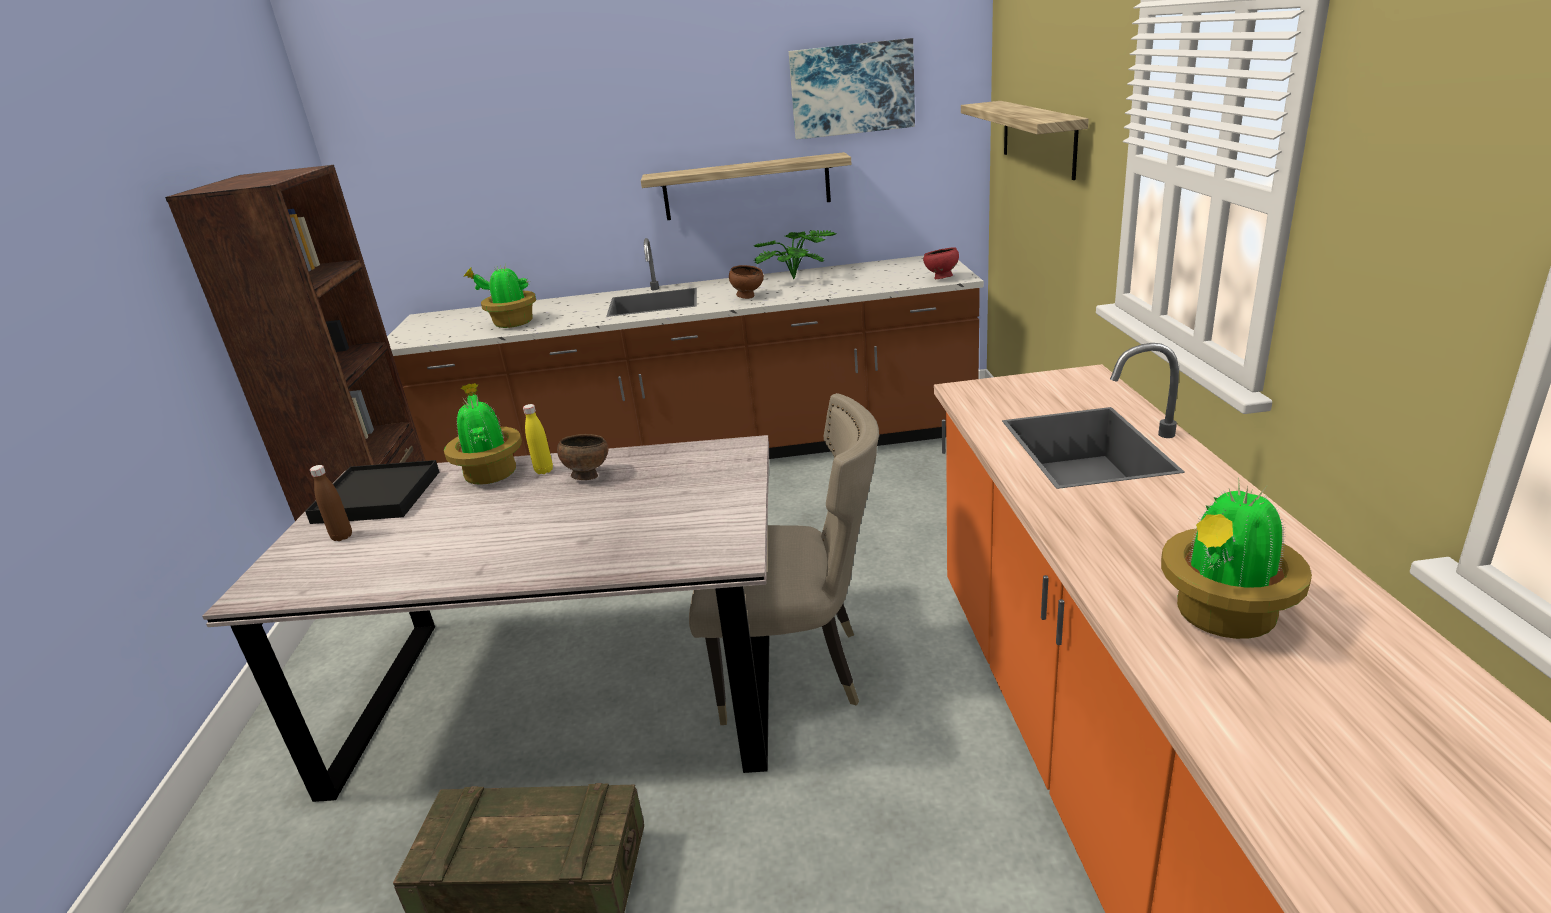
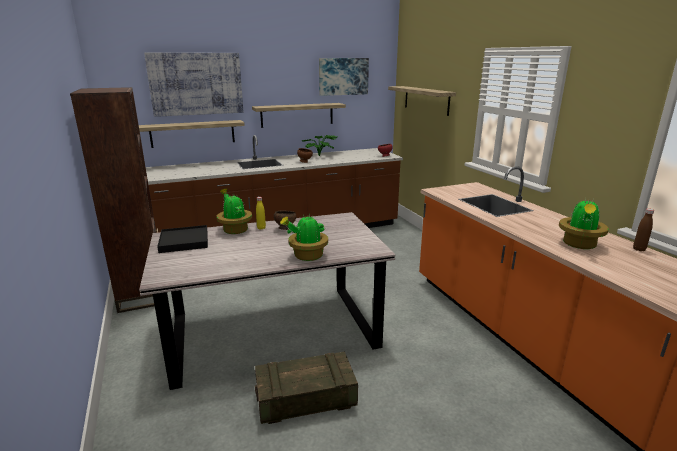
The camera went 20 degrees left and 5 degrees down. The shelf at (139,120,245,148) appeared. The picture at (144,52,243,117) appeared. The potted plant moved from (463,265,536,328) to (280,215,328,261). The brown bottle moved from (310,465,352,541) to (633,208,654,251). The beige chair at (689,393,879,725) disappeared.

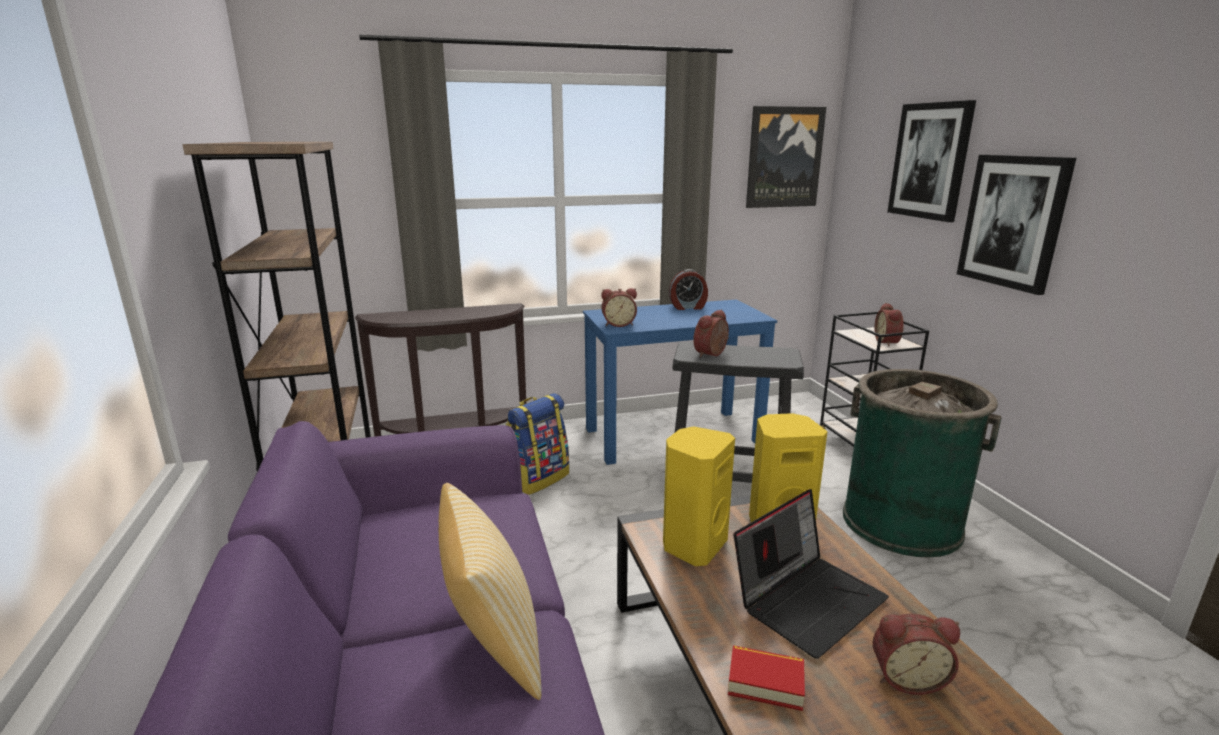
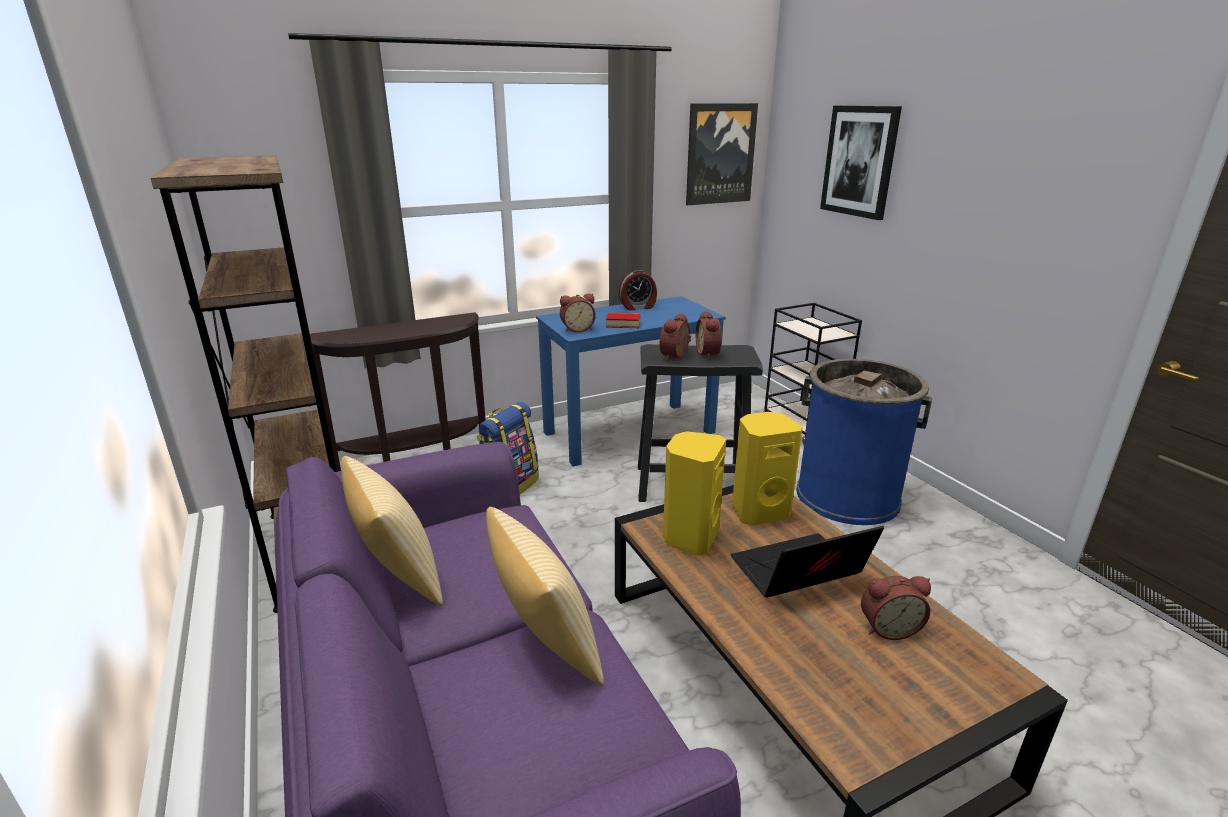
The camera went 10 degrees left and 5 degrees up. The pillow at (341,456,443,606) appeared. The book moved from (728,645,805,711) to (606,313,640,328). The alarm clock moved from (875,303,904,347) to (696,311,721,359). The laptop at (733,489,889,659) turned 150 degrees counterclockwise. The green trash can at (843,369,1002,557) became the blue trash can at (796,359,932,525). The picture at (957,155,1076,295) disappeared.

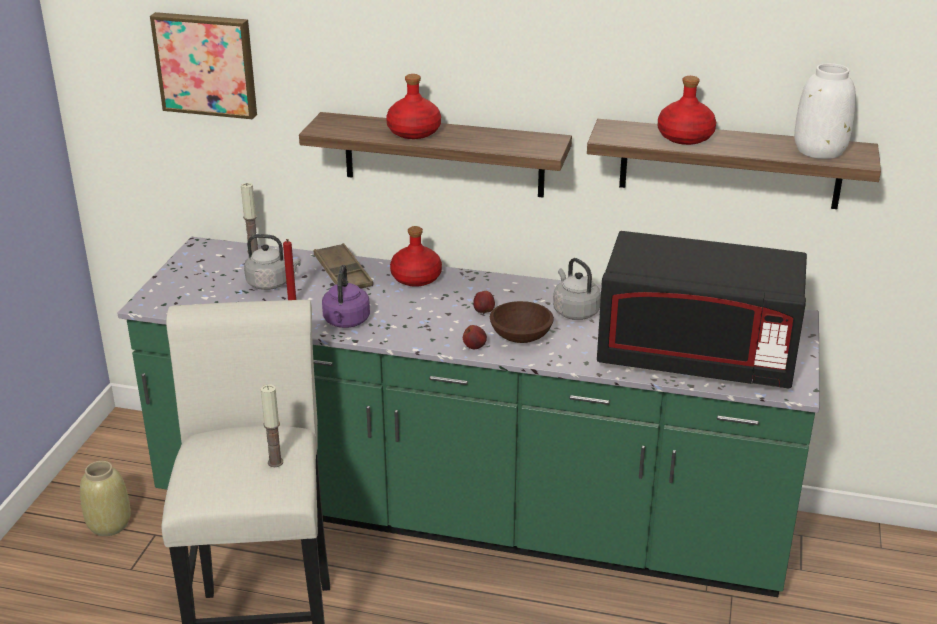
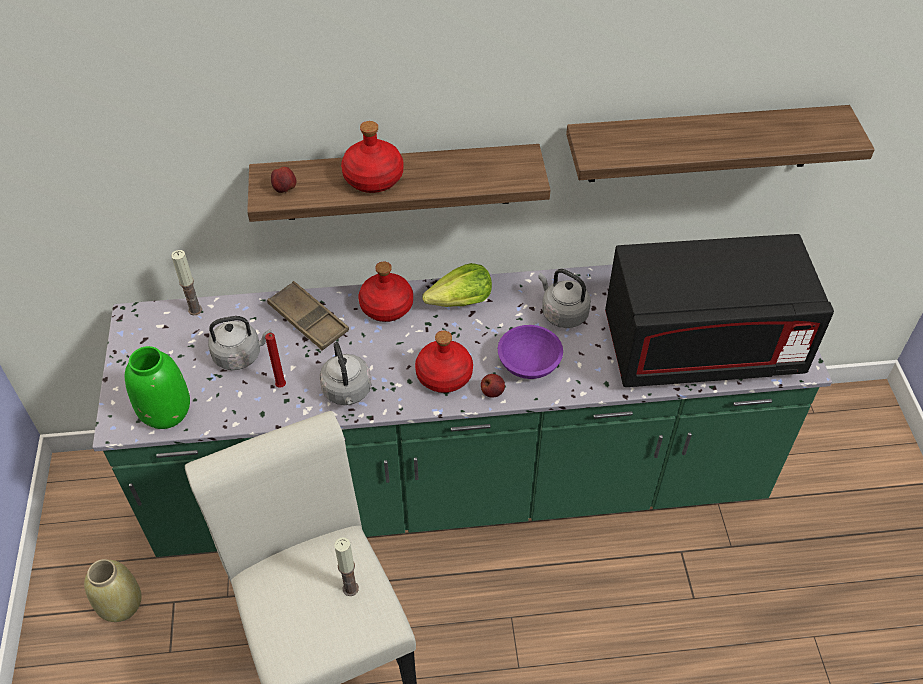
The camera went 20 degrees left and 20 degrees up. The green vase at (125,346,190,429) appeared. The apple moved from (473,291,495,314) to (271,167,296,193). The purple kettle at (322,265,370,328) became the grey kettle at (320,342,372,405). The red bottle moved from (658,76,716,145) to (415,331,473,393). The lettuce at (423,263,492,307) appeared. The brown bowl at (490,301,554,343) became the purple bowl at (498,325,563,379). The picture at (150,12,257,119) disappeared. The white vase at (794,63,856,159) disappeared.

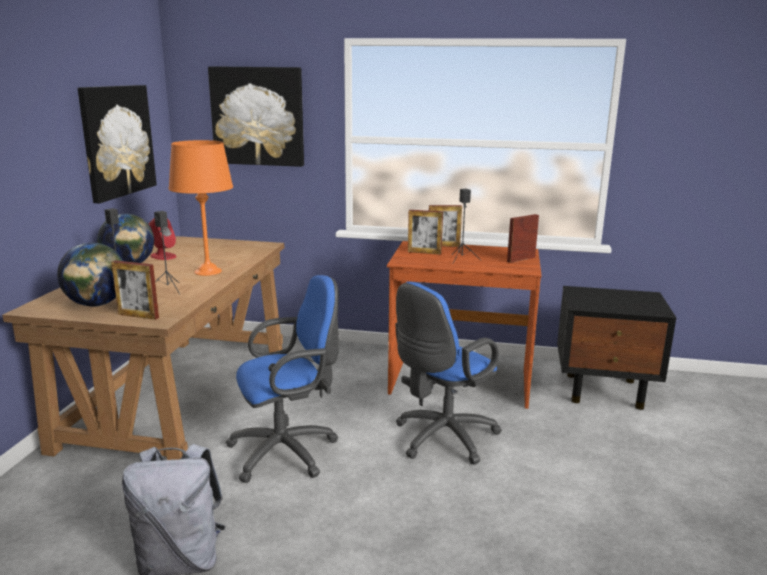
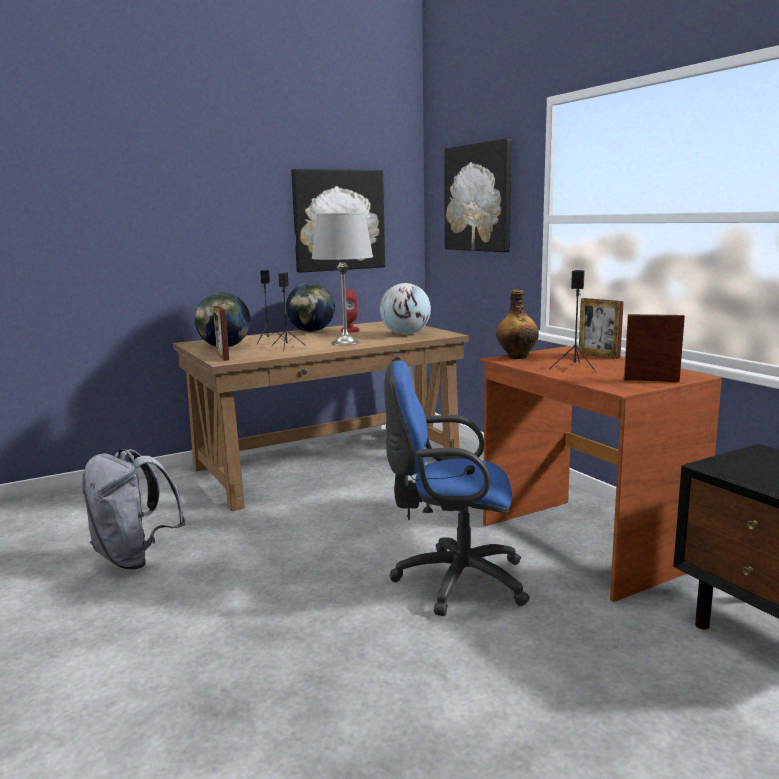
The camera went 50 degrees right and 5 degrees down. The orange table lamp at (168,140,233,276) became the grey table lamp at (312,213,373,345). The globe at (380,283,431,335) appeared. The bottle at (496,290,539,359) appeared. The blue office chair at (225,275,339,483) disappeared. The picture frame at (408,210,443,255) disappeared.

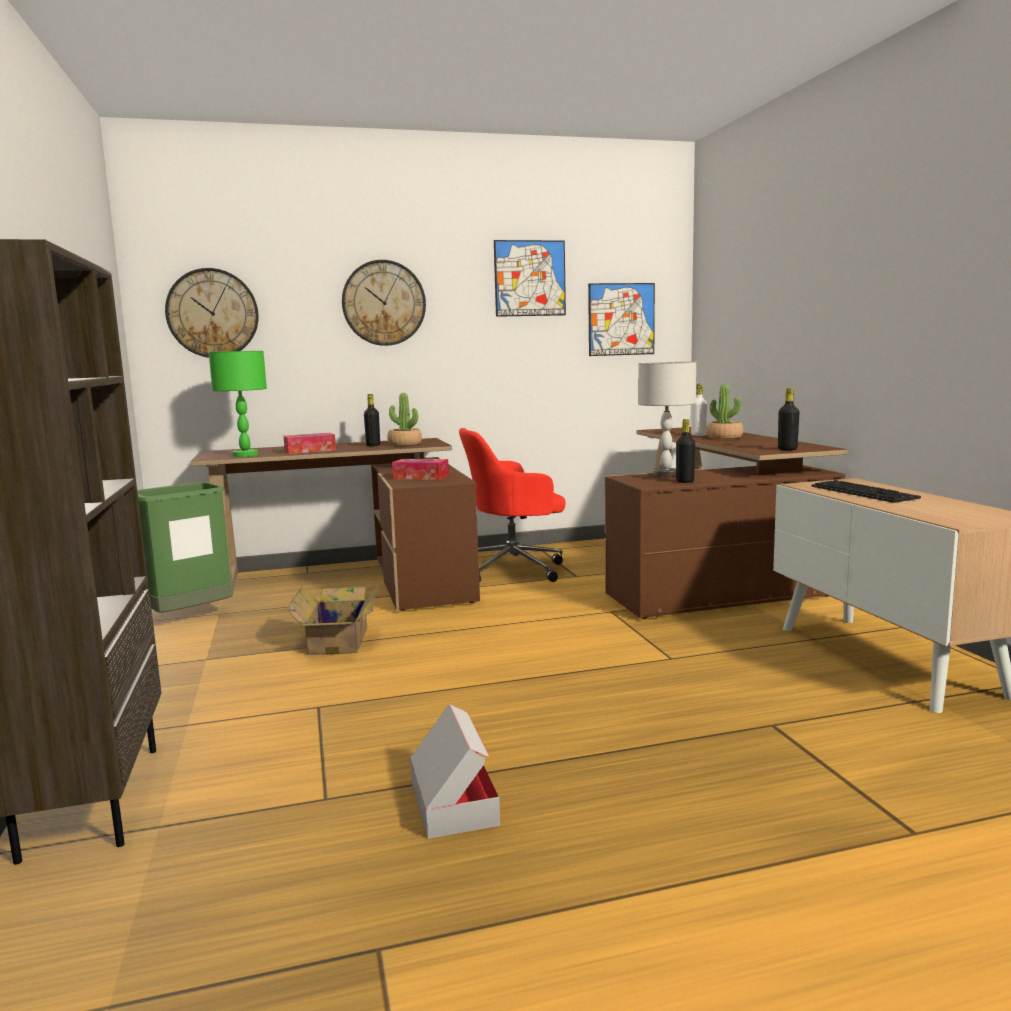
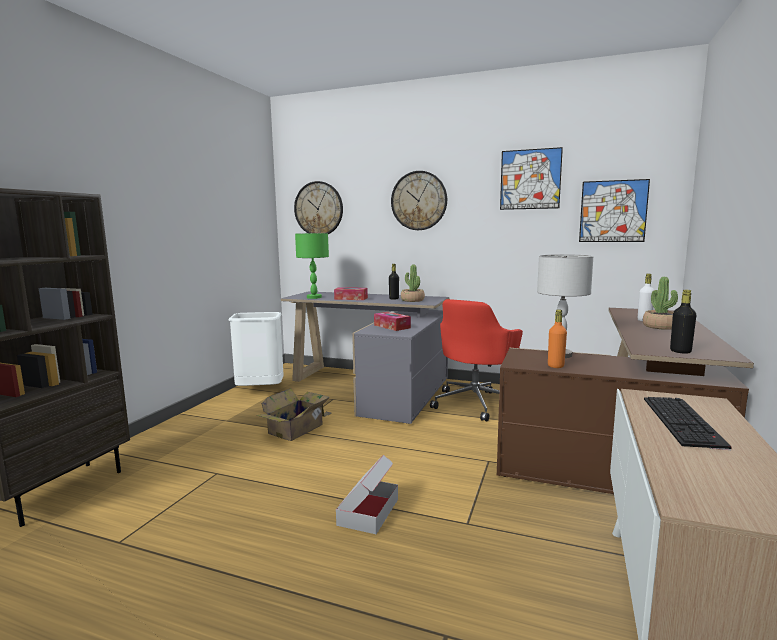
The camera went 35 degrees right and 0 degrees up. The green trash can at (137,482,232,613) became the white trash can at (229,312,284,386). The brown desk at (190,438,480,611) became the grey desk at (281,291,449,424). The cardboard box moved from (410,704,500,839) to (336,455,398,534). The red office chair at (459,428,566,583) turned 75 degrees counterclockwise. The black bottle at (676,419,695,483) became the orange bottle at (548,309,567,368).

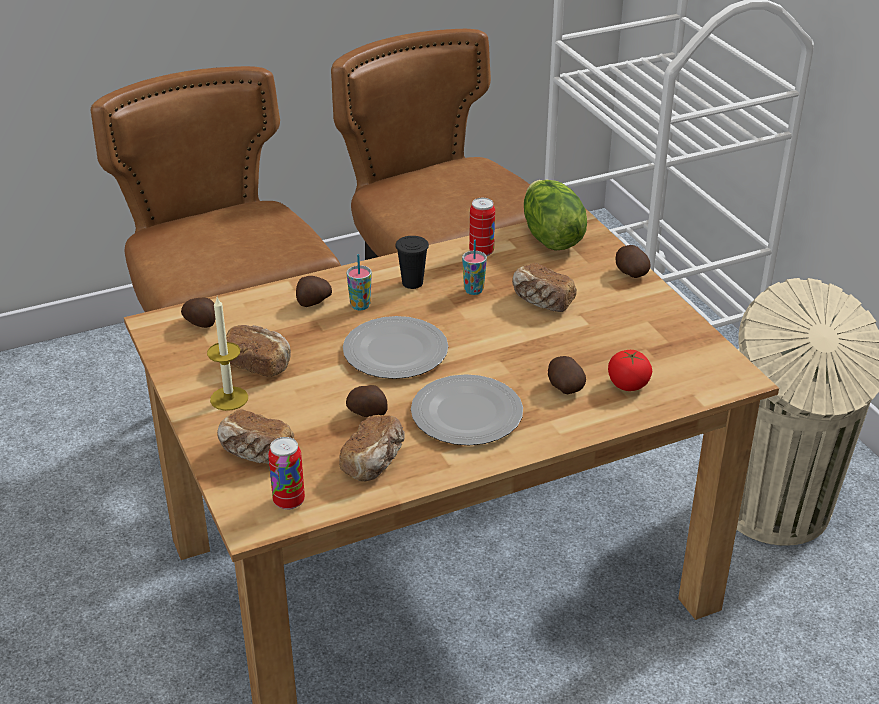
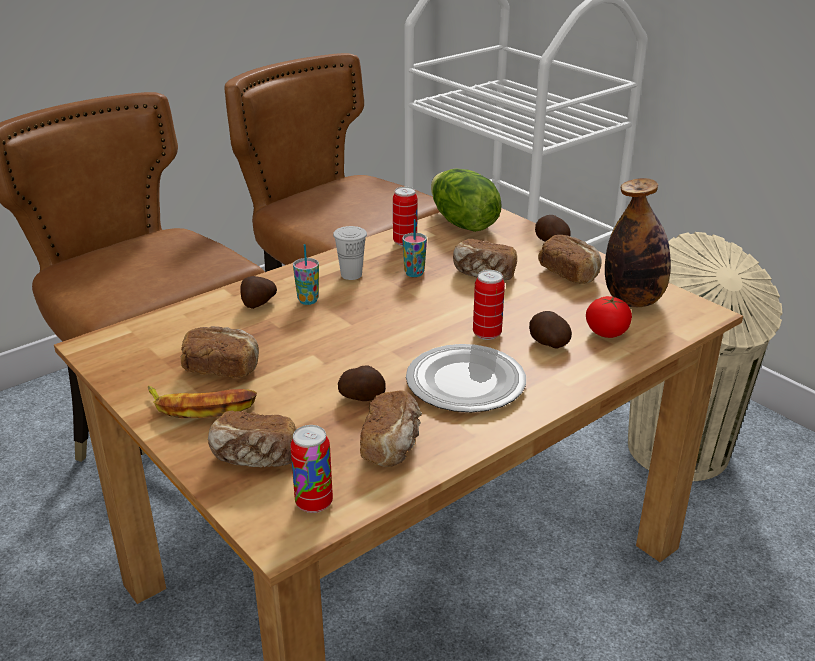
The camera went 15 degrees left and 5 degrees down. The candle at (207,297,248,411) was replaced by the banana at (148,386,257,418). The black cup at (395,236,429,289) became the white cup at (333,226,367,280). The can at (473,270,505,340) appeared. The bread at (538,235,602,284) appeared. The bottle at (605,178,671,307) appeared. The potato at (181,297,215,328) disappeared. The plate at (343,316,448,379) disappeared.

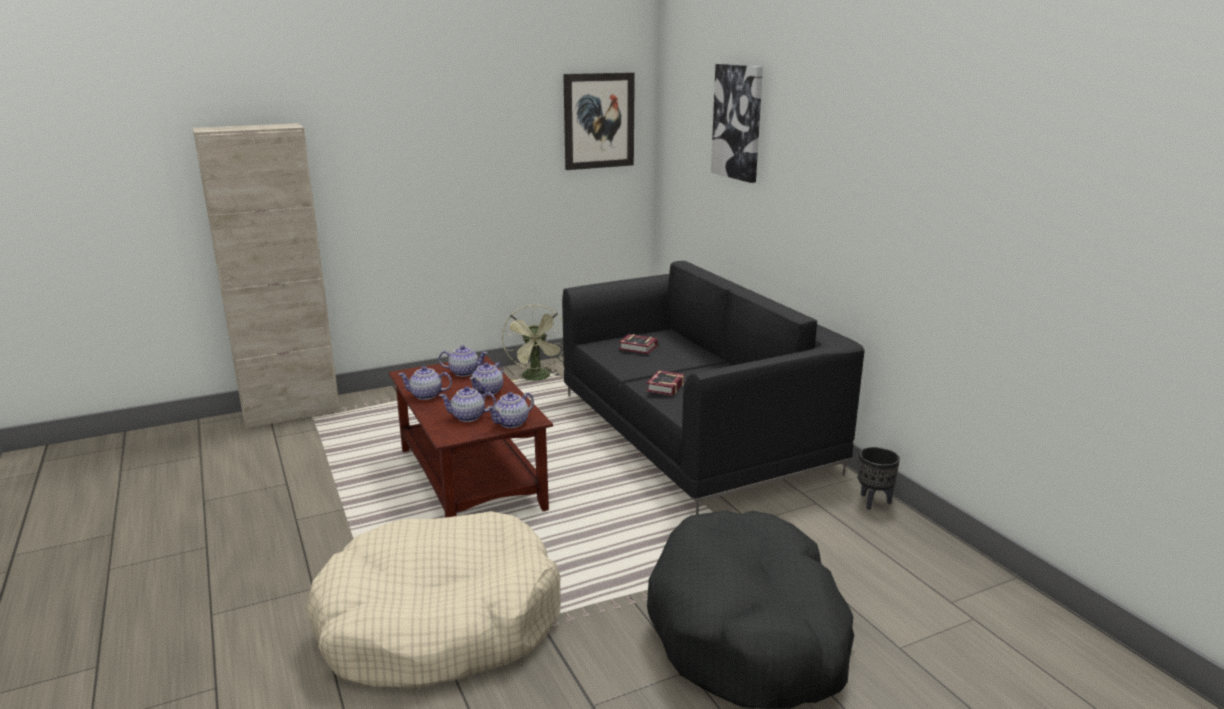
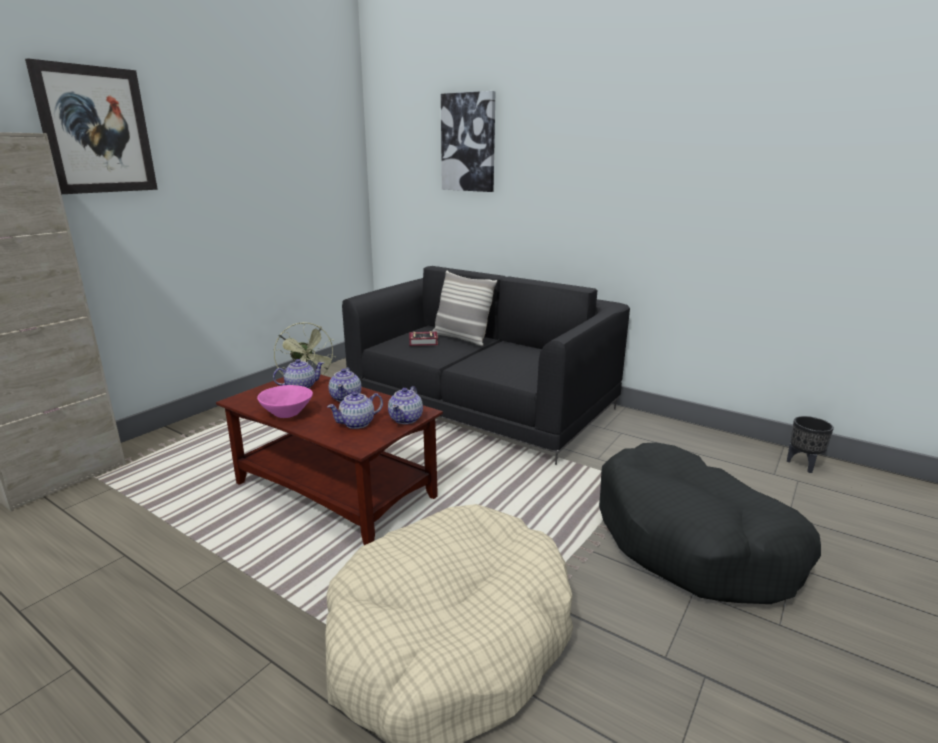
The camera went 30 degrees left and 0 degrees up. The picture moved from (563,72,635,170) to (25,58,158,194). The teapot at (398,366,452,400) was replaced by the pink bowl at (257,385,313,418). The pillow at (432,271,497,346) appeared. The black planter moved from (858,447,900,510) to (787,416,834,473). The book at (646,370,685,396) disappeared.

